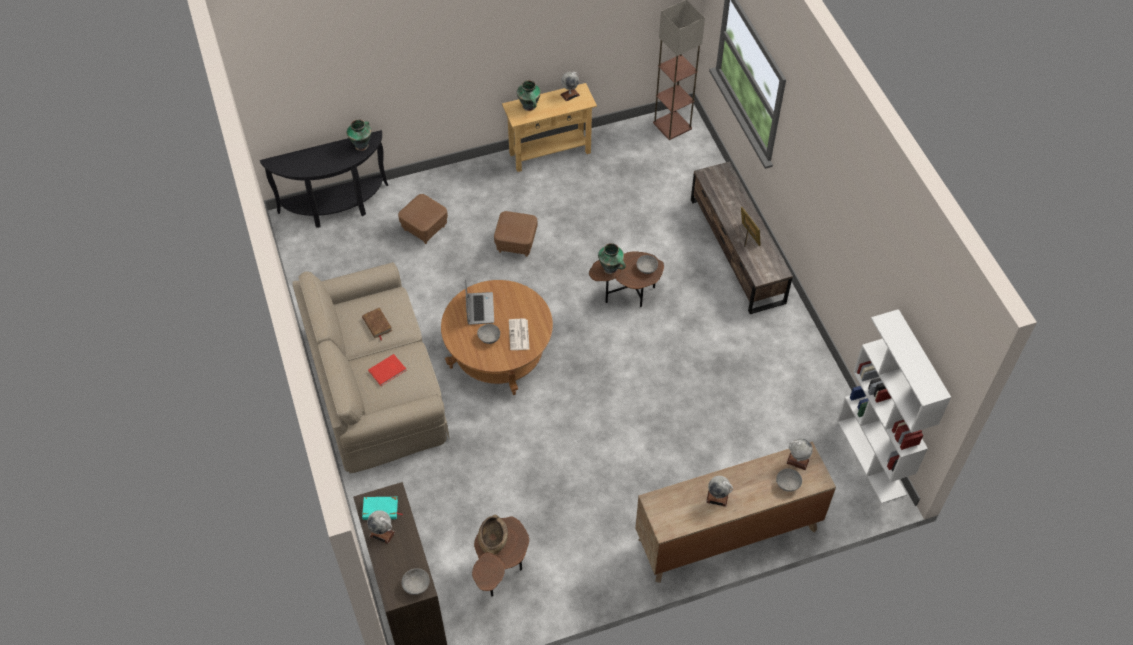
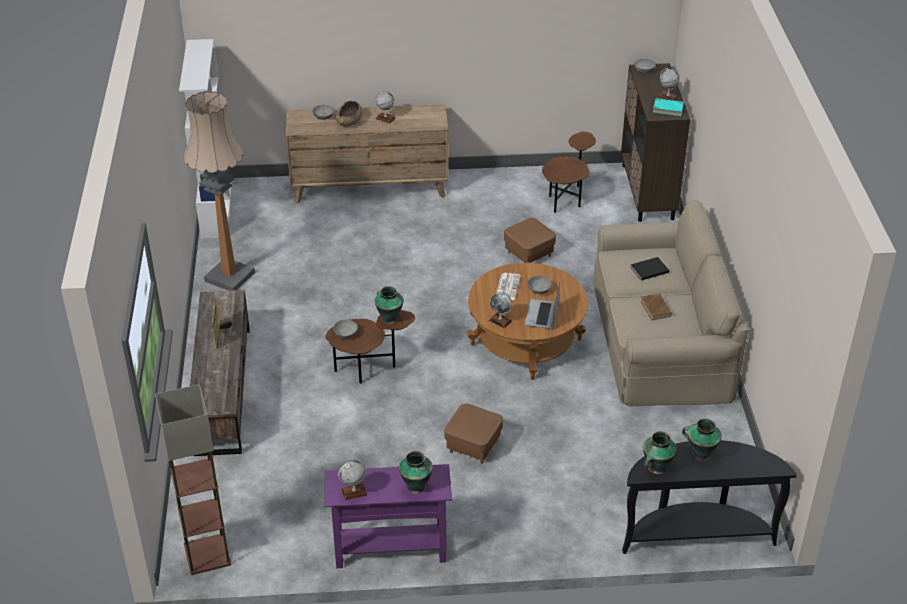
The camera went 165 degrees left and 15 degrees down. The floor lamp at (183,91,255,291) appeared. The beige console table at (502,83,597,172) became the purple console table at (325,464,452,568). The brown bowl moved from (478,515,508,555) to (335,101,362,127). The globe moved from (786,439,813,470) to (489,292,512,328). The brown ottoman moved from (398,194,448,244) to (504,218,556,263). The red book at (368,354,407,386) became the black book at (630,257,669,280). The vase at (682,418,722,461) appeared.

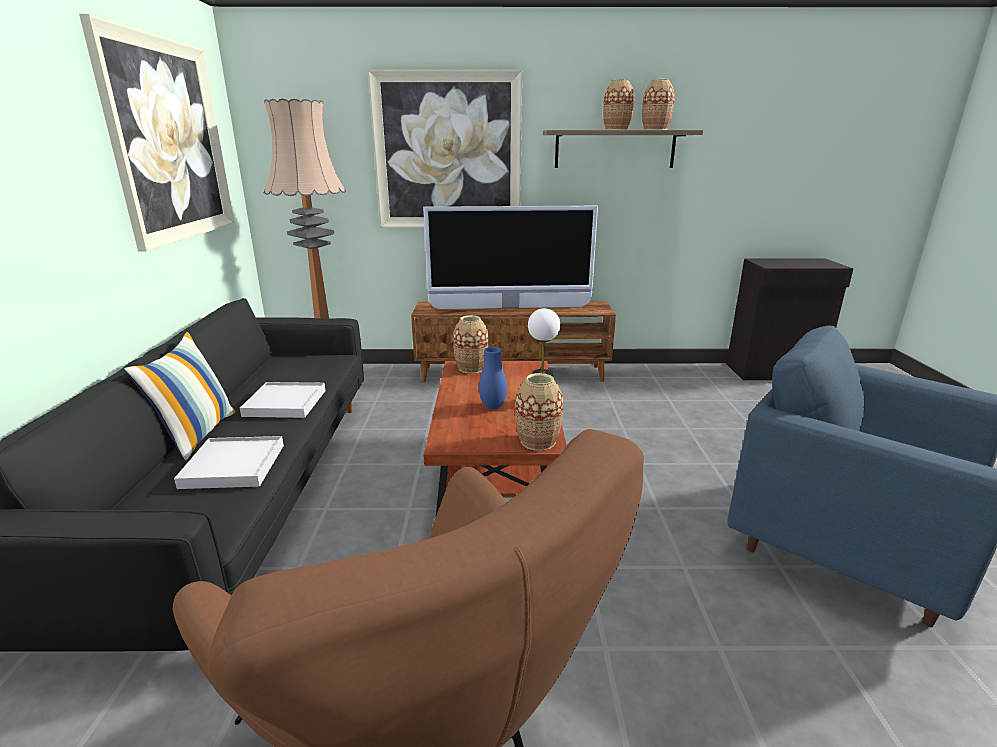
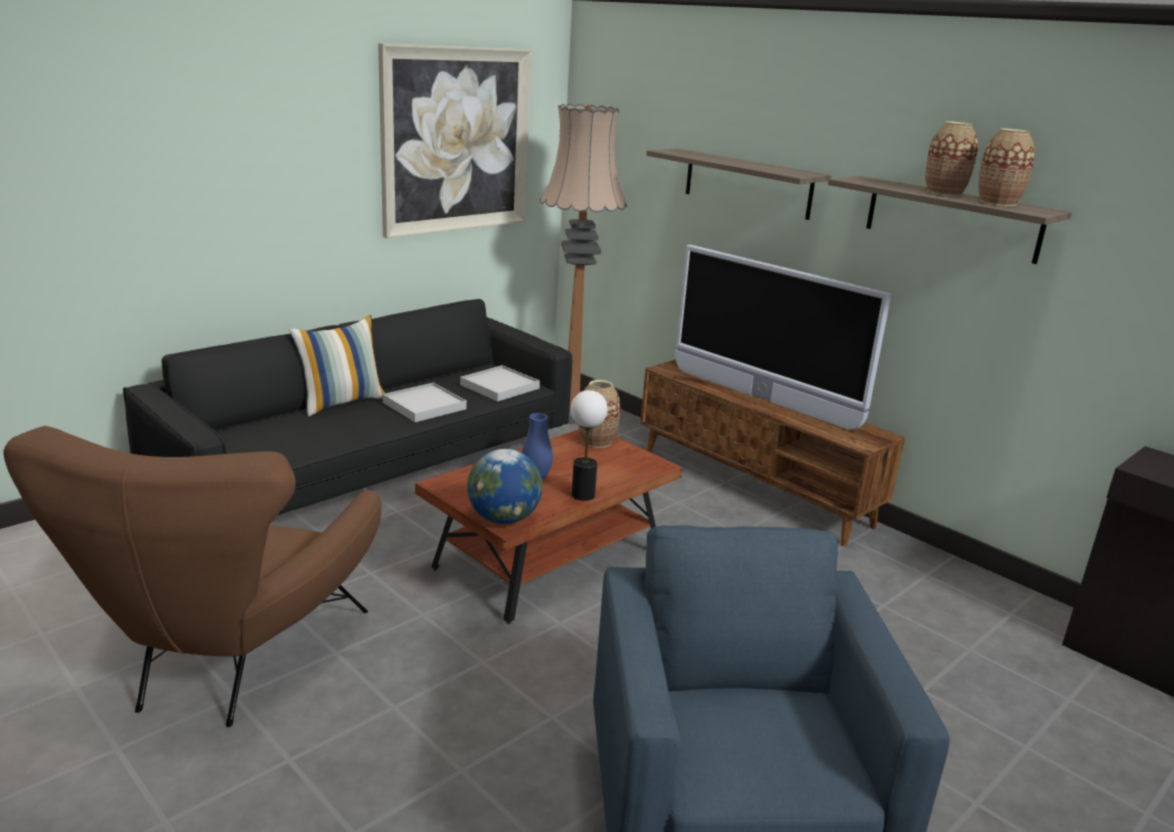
The camera went 45 degrees right and 0 degrees up. The white tray moved from (174,436,284,489) to (460,365,540,402). The vase at (515,373,563,451) was replaced by the globe at (467,449,543,524). The picture at (367,69,522,228) was replaced by the shelf at (646,149,831,220).

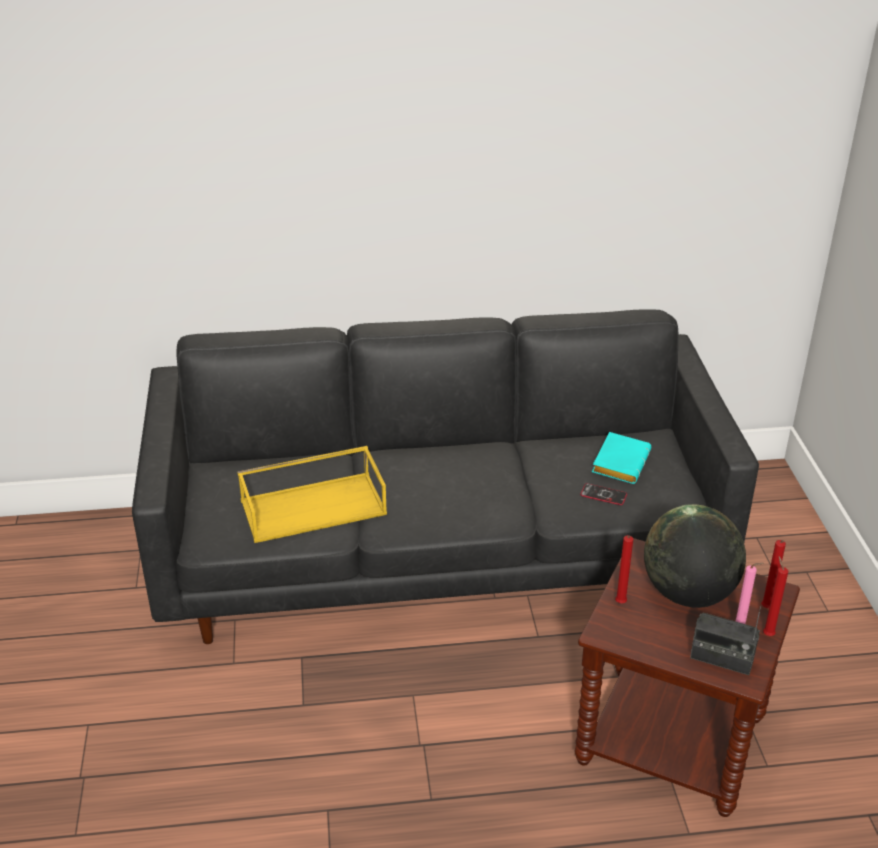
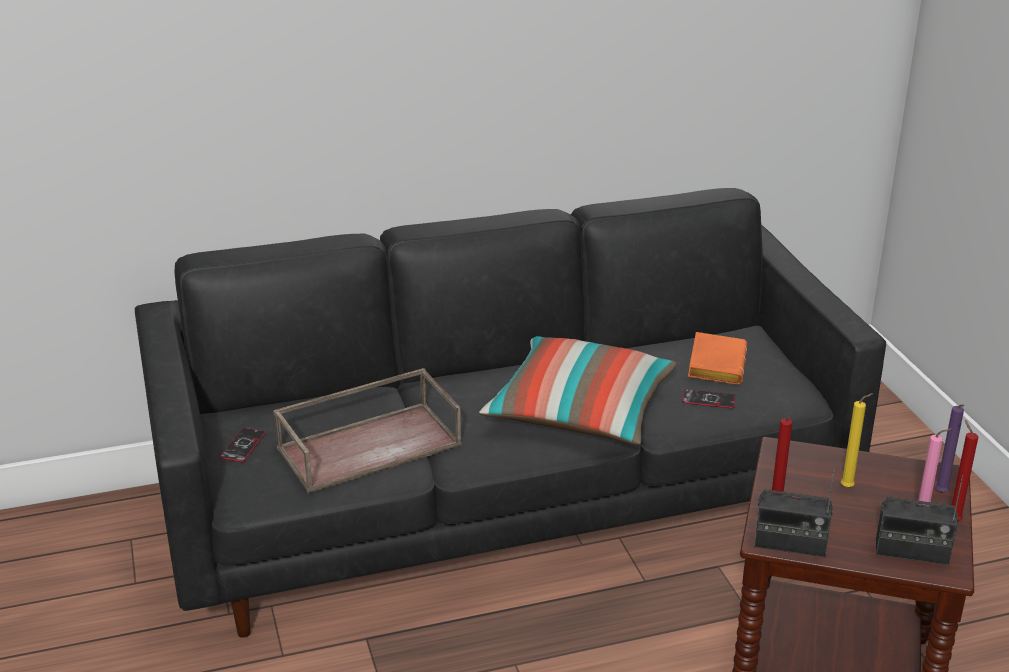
The camera went 10 degrees left and 5 degrees down. The phone at (220,428,265,462) appeared. The yellow tray at (237,446,387,543) became the brown tray at (273,368,462,494). The pillow at (479,336,677,445) appeared. The turquoise book at (592,432,651,484) became the orange book at (688,332,747,385). The radio at (754,468,835,557) appeared. The globe at (644,504,746,608) was replaced by the yellow candle at (841,393,873,488). The red candle at (761,540,786,608) became the purple candle at (935,404,964,493).

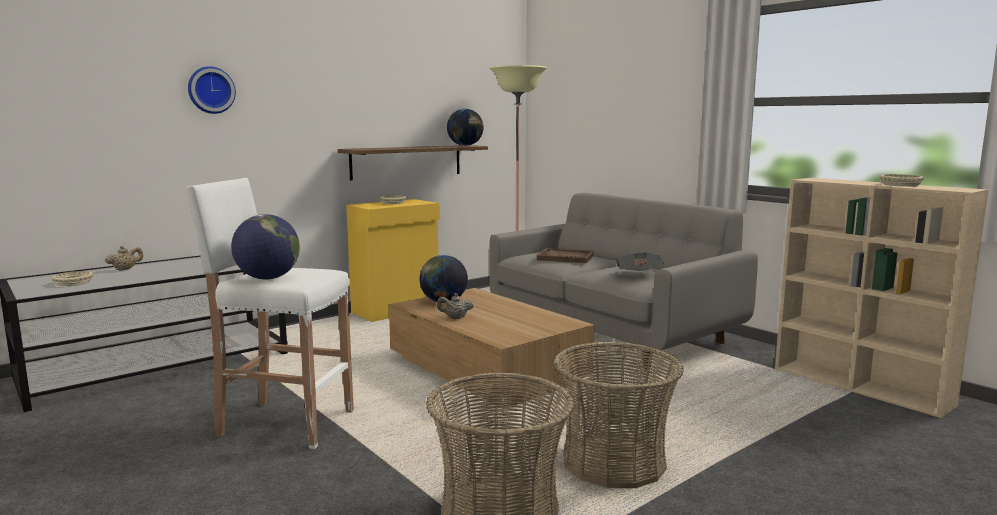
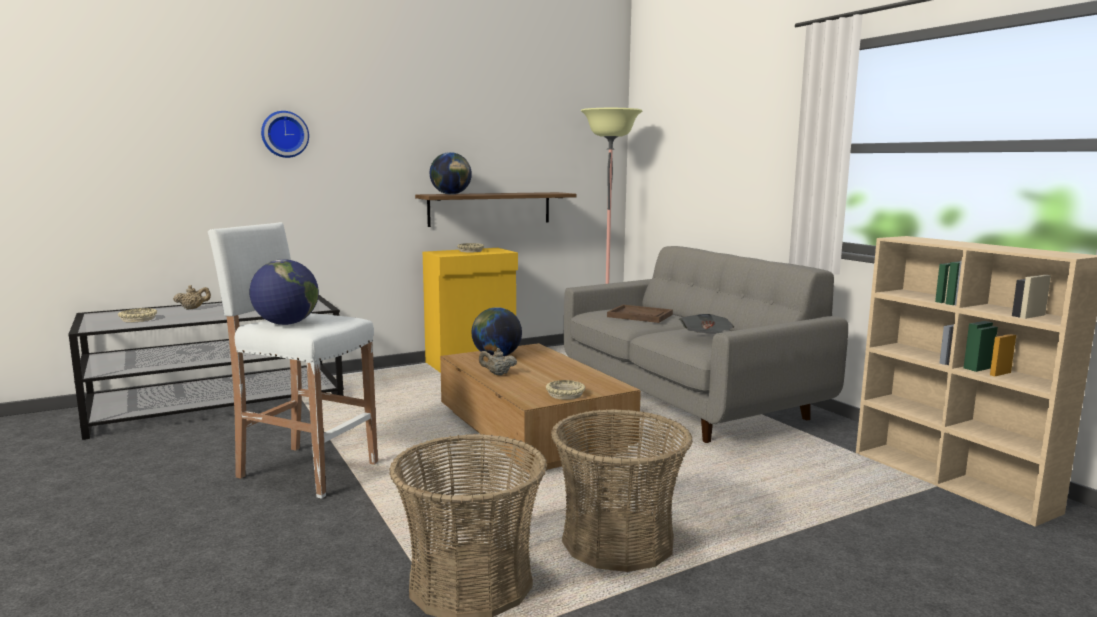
The camera went 10 degrees right and 0 degrees up. The globe moved from (447,109,484,146) to (430,152,472,195). The beige bowl moved from (880,174,924,187) to (546,380,585,400).

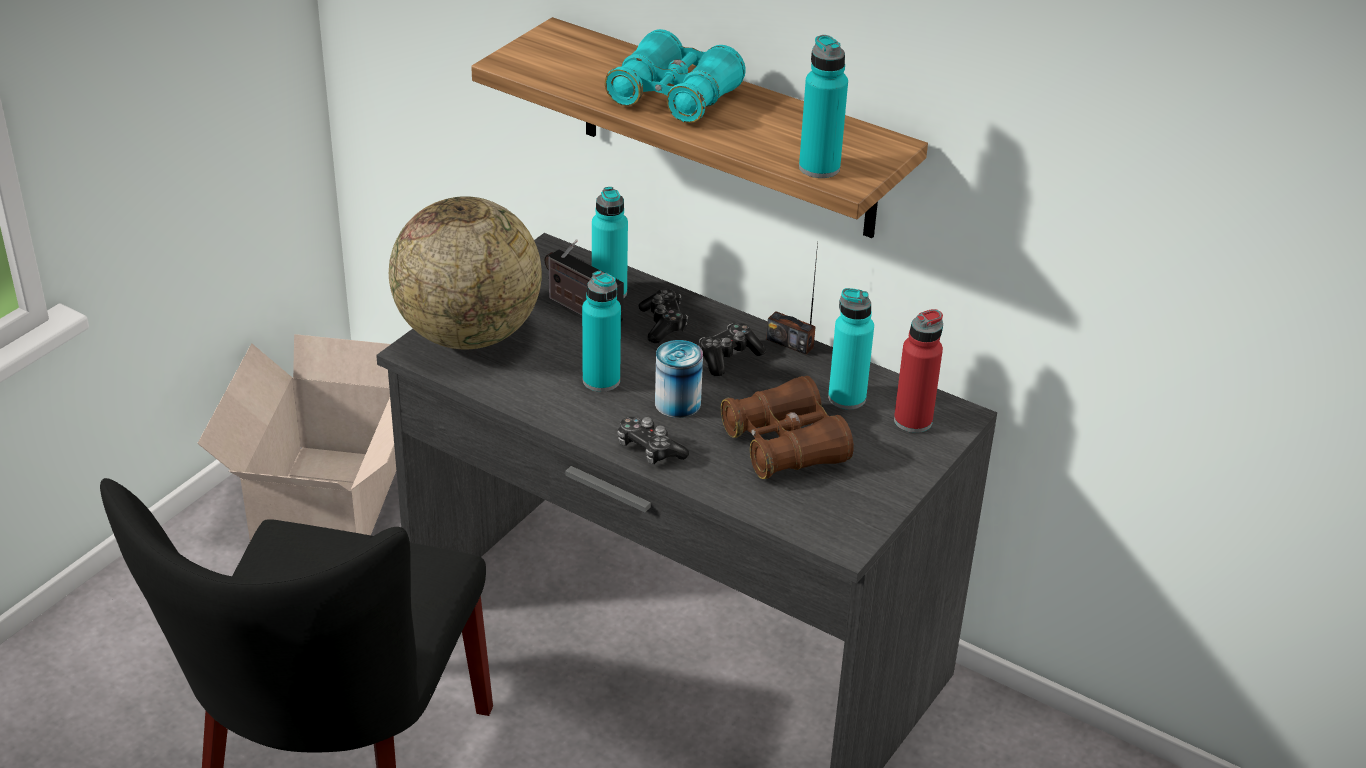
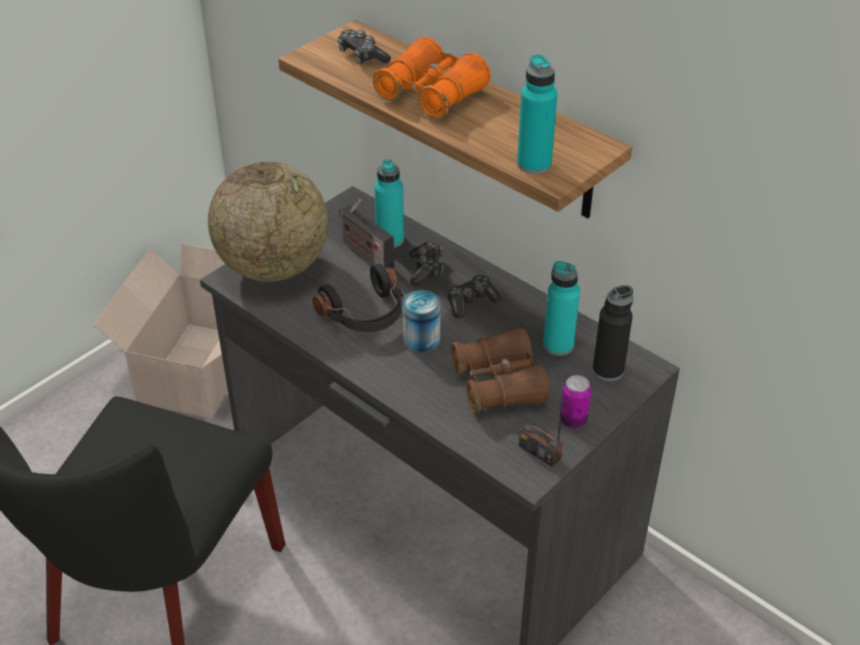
The camera went 10 degrees right and 5 degrees up. The turquoise bottle at (582,271,621,392) was replaced by the black headphones at (313,264,403,332). The game controller moved from (617,416,689,464) to (337,29,391,64). The turquoise binoculars at (605,29,746,123) became the orange binoculars at (373,37,491,118). The radio moved from (766,242,818,355) to (519,375,566,467). The can at (560,375,592,428) appeared. The red bottle at (894,309,943,433) became the black bottle at (593,285,633,381).

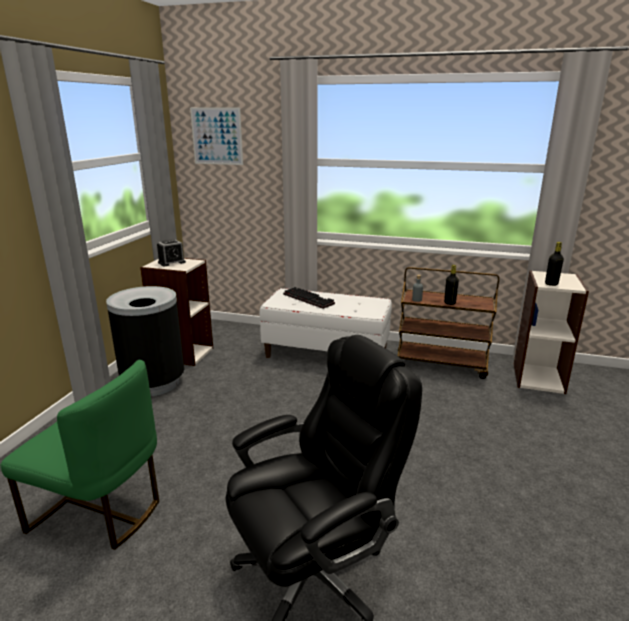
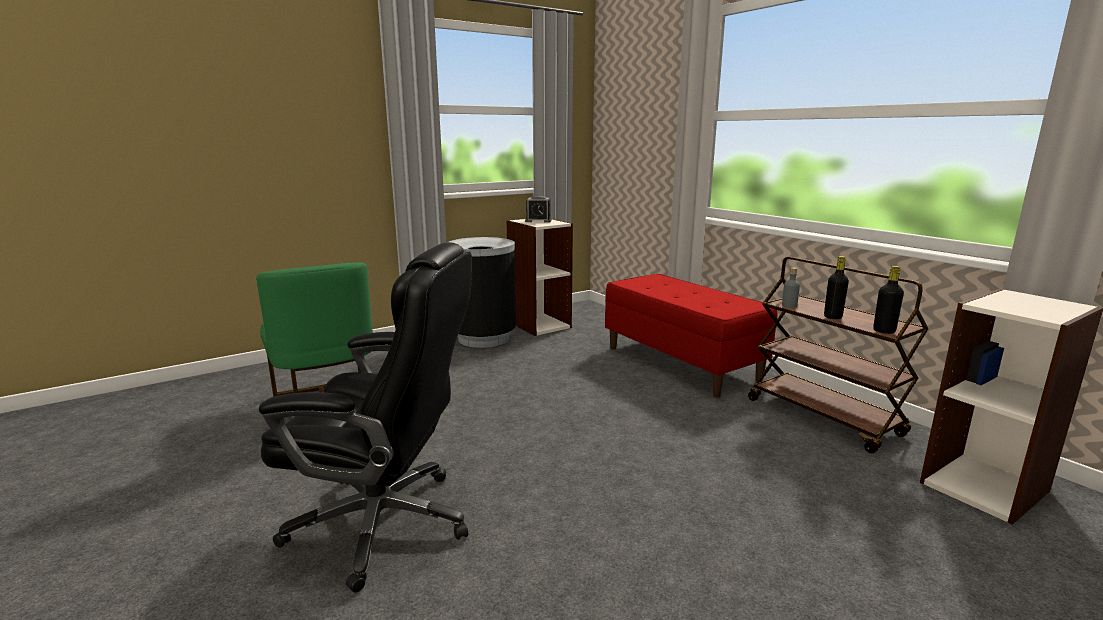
The camera went 40 degrees right and 5 degrees down. The white bench at (260,288,392,358) became the red bench at (605,274,777,398). The black bottle moved from (545,242,564,286) to (873,266,904,334). The picture at (190,108,243,165) disappeared. The keyboard at (283,287,335,309) disappeared.

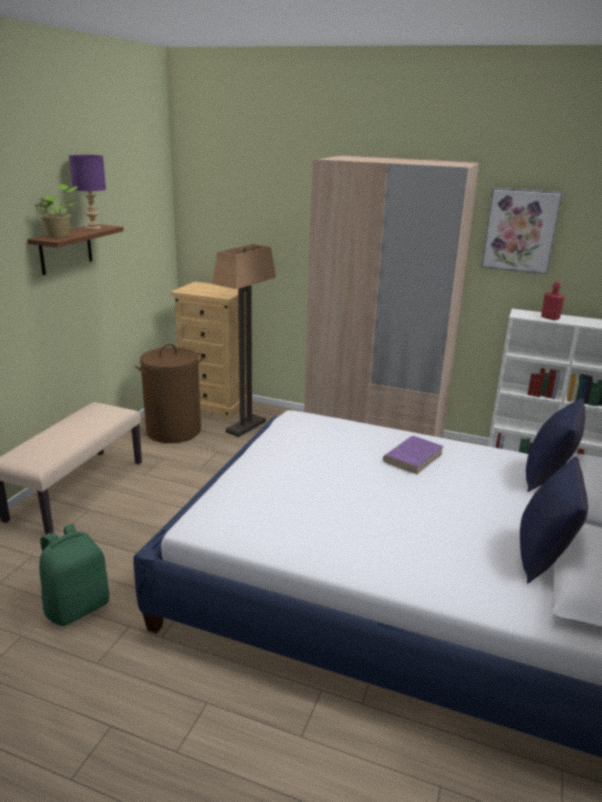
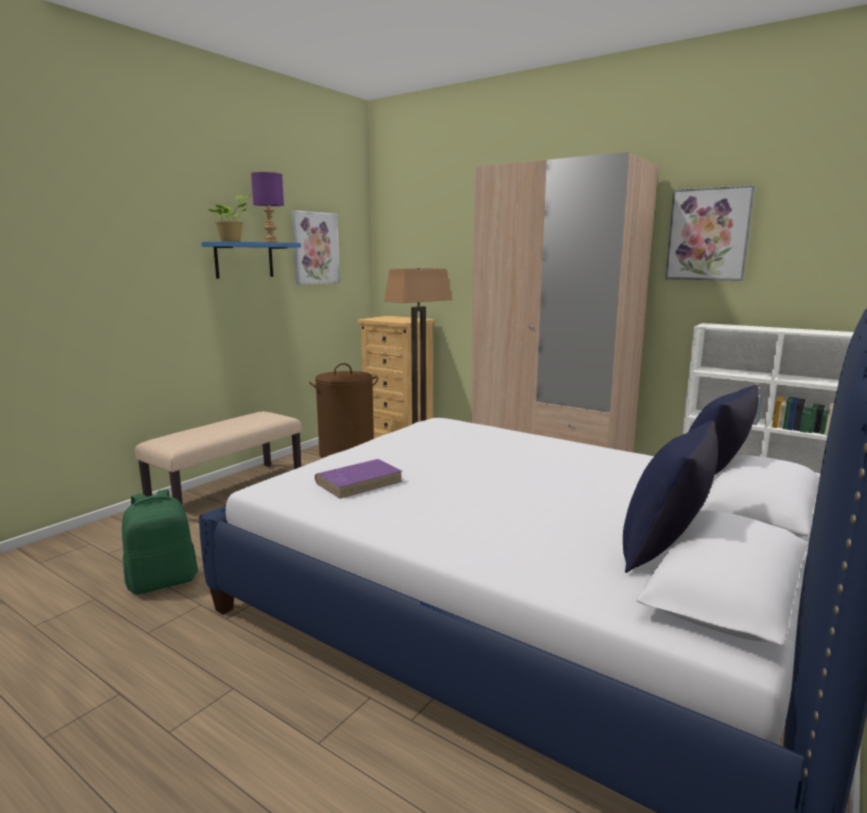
The camera went 15 degrees right and 10 degrees down. The brown shelf at (27,224,124,275) became the blue shelf at (201,241,301,279). The picture at (292,210,340,285) appeared. The purple book moved from (383,436,444,474) to (315,459,403,499). The red bottle at (541,282,565,320) disappeared.

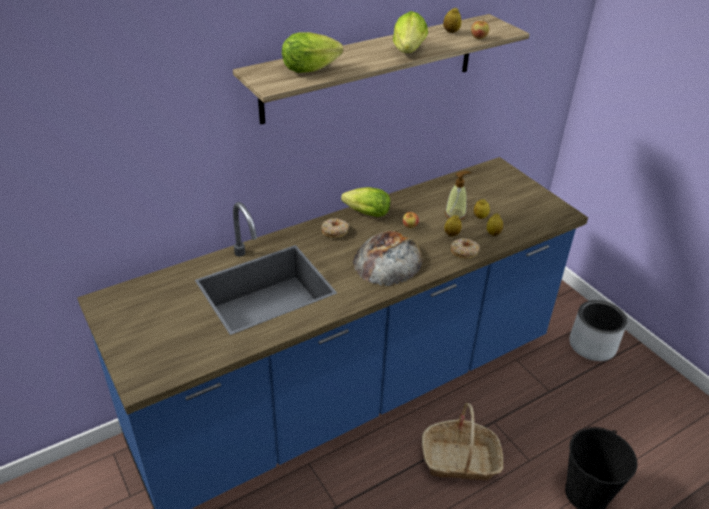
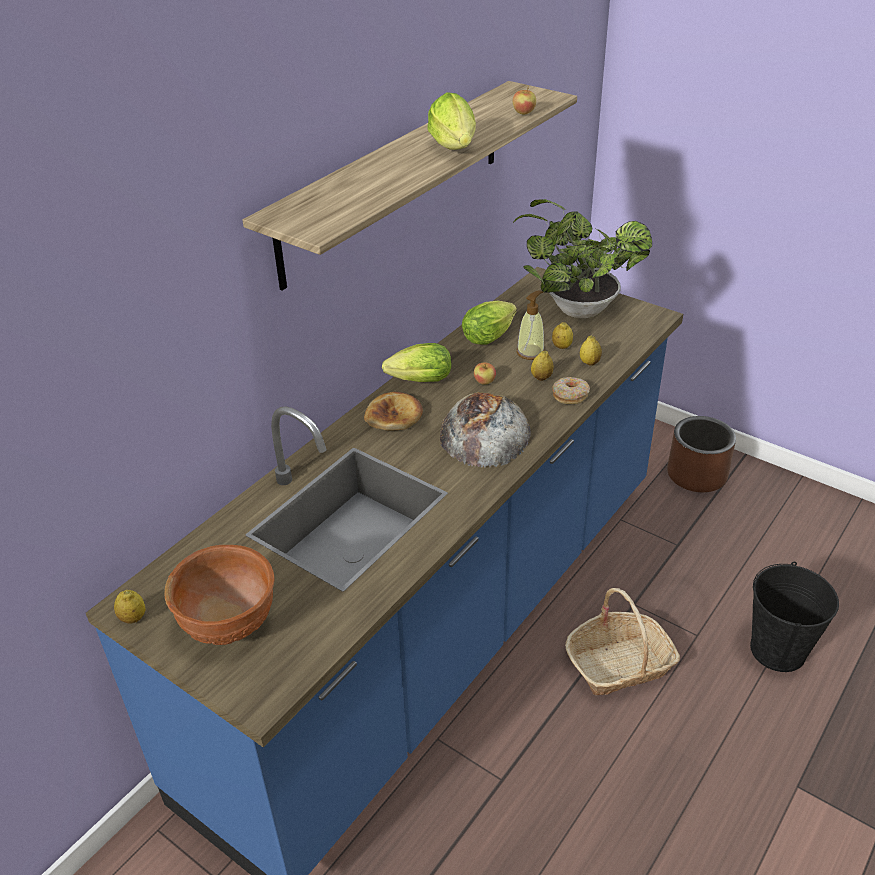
The camera went 20 degrees left and 0 degrees up. The lemon moved from (443,7,461,33) to (114,590,146,624). The brown bowl at (164,545,275,645) appeared. The donut at (321,218,349,238) was replaced by the bread at (364,392,423,430). The lettuce moved from (282,32,343,73) to (462,301,517,345). The potted plant at (513,199,652,318) appeared. The grey planter at (569,300,627,361) became the brown planter at (667,416,736,492).

